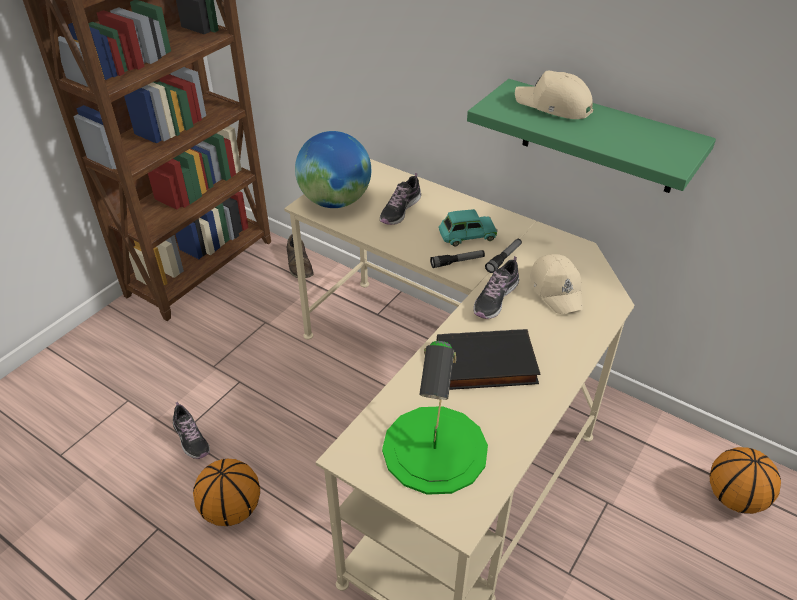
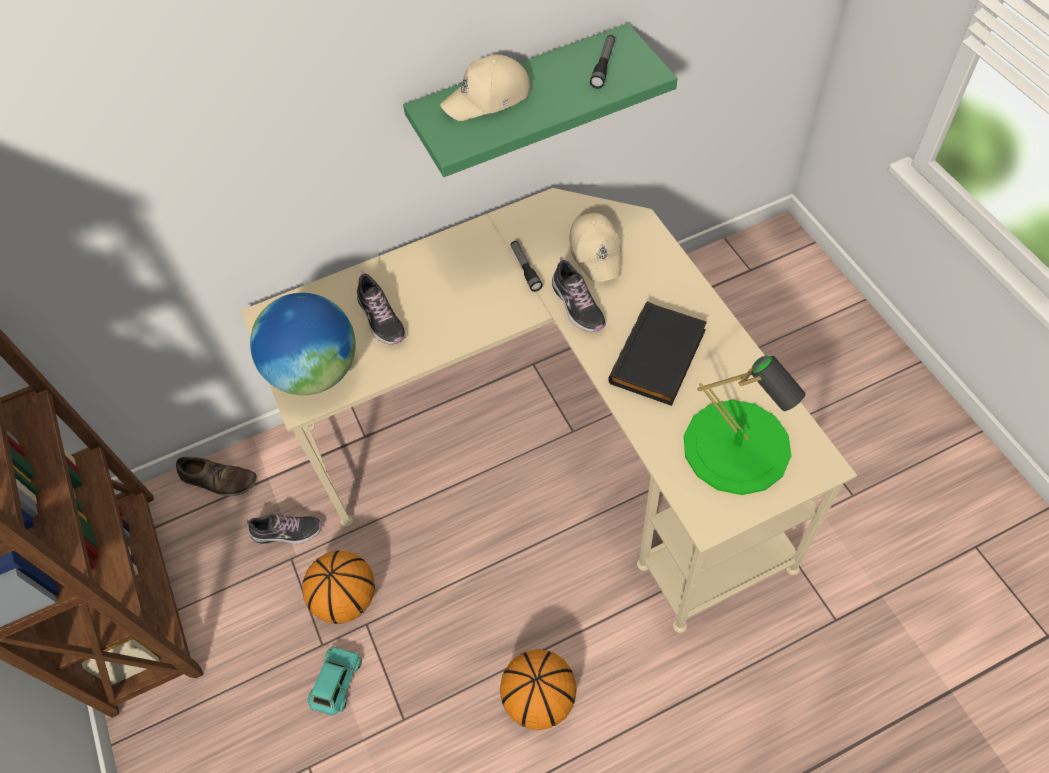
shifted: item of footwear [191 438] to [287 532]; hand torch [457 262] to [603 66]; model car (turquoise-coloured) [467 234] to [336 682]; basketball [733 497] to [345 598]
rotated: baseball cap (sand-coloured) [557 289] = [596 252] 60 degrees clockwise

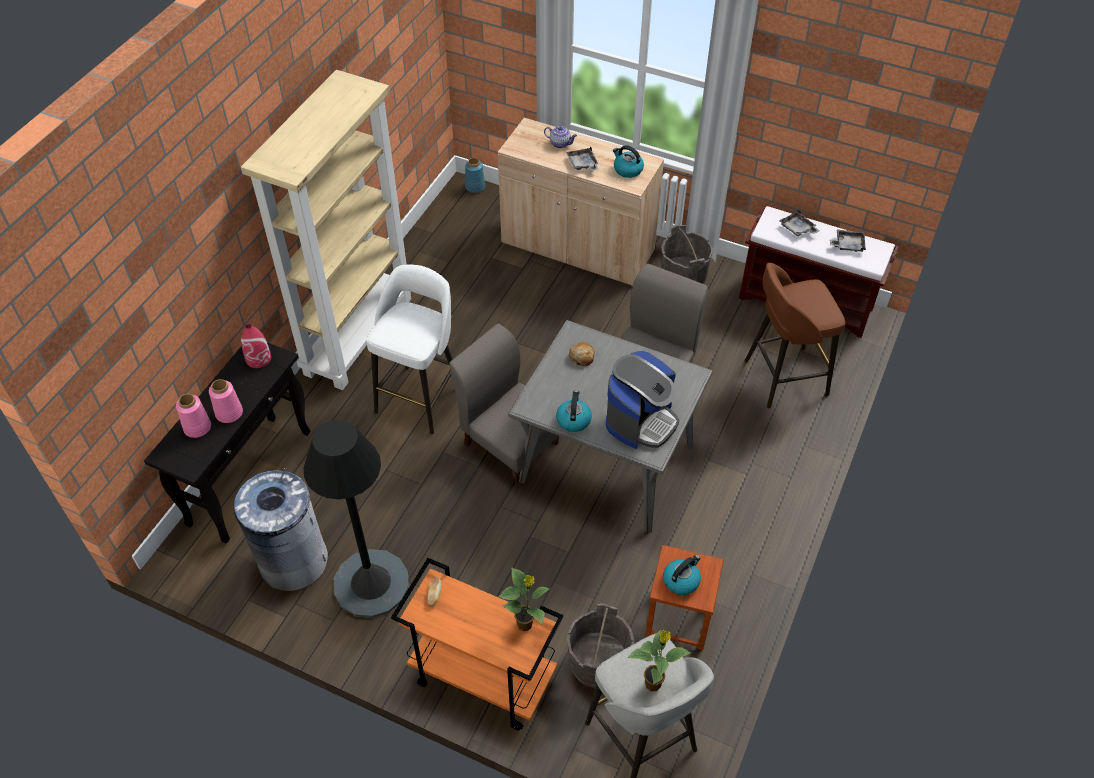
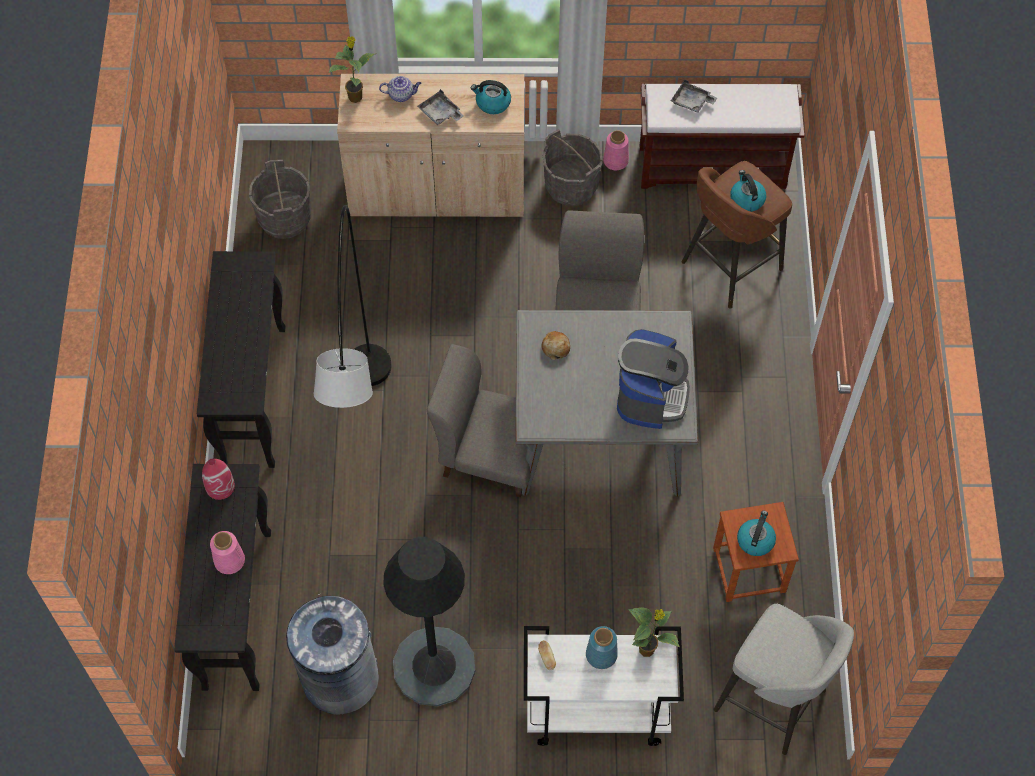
gone: carrying tray (grey) [847 245]
shifted: decorative vase (pinkish) [197 428] to [615 161]; decorative vase (blue) [474 187] to [601 655]; tea kettle [573 419] to [746 199]; pail (grey) [598 664] to [284 218]; houseplant [653 683] to [355 96]
swapped: shelving unit (sand-coloured) [358 334] to hall table (black) [253 395]; sitting stool (whitish) [420 397] to floor lamp (grey) [366 442]
repainted: wheeled cart (orange-coloured) [482 678] to wheeled cart (whitish) [595 712]

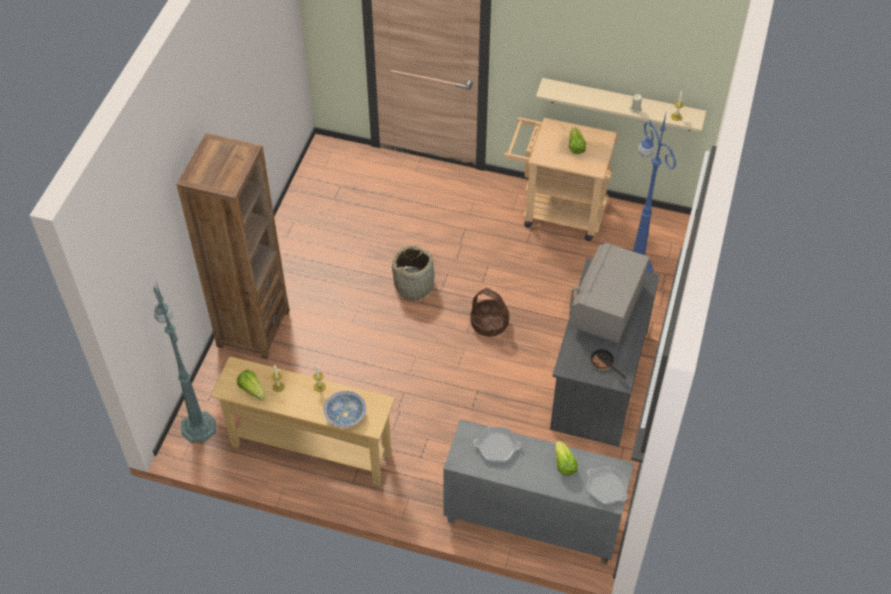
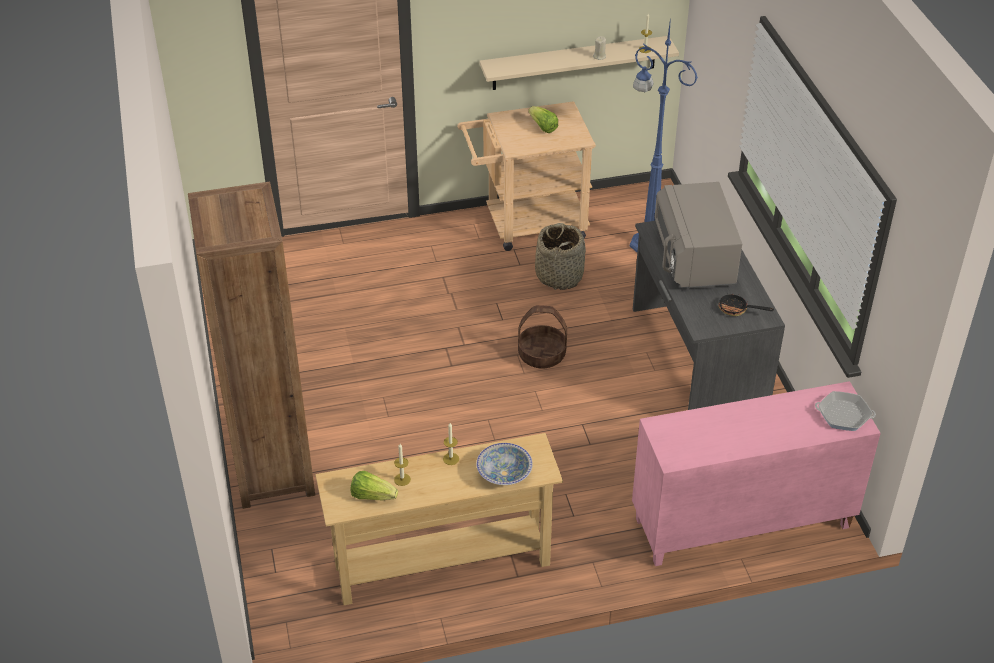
gone: floor lamp (greenish) [198 425]; skillet [496 446]; head of lettuce [564 464]
shifted: storage basket [414 285] to [559 275]
repainted: cupboard (grey) [531 522] to cupboard (pinkish) [741 524]

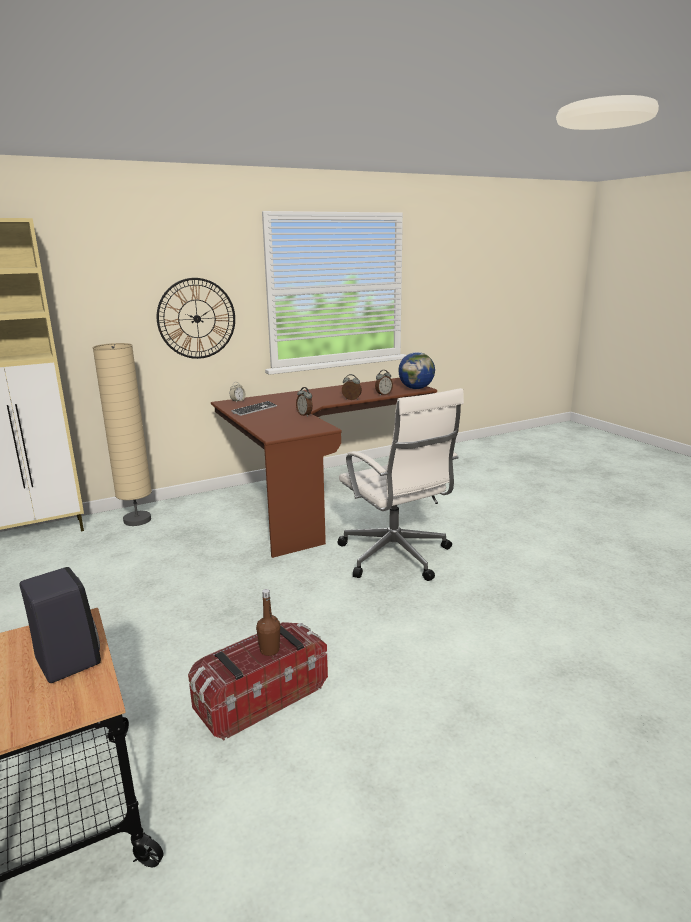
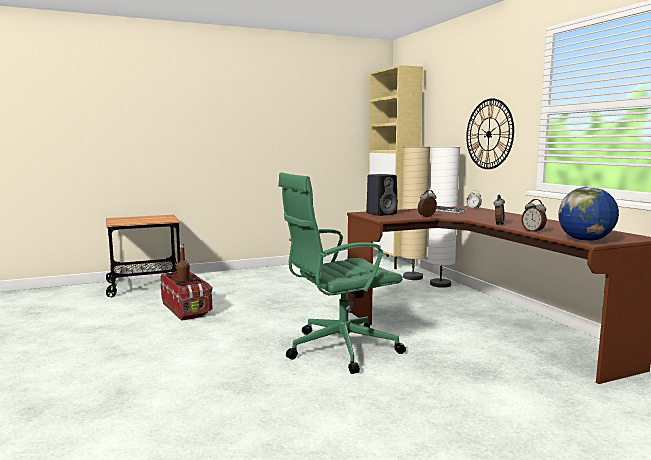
new: floor lamp (whitish) [440 284]
shifted: speaker (black) [66 660] to [382 213]
repainted: desk chair (whitish) [396 557] to desk chair (greenish) [339 349]

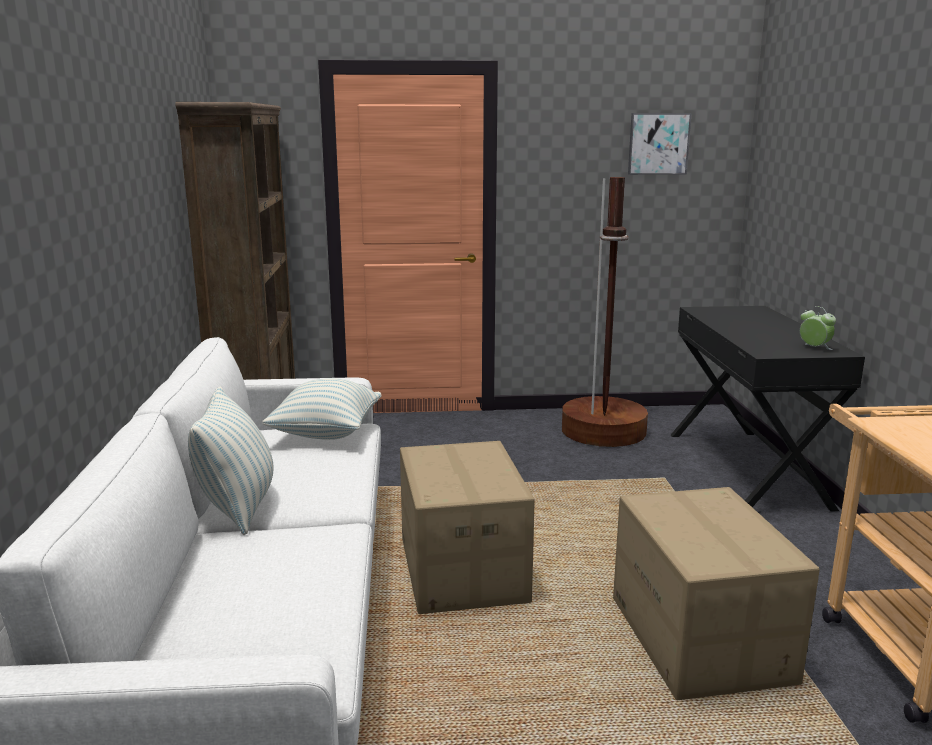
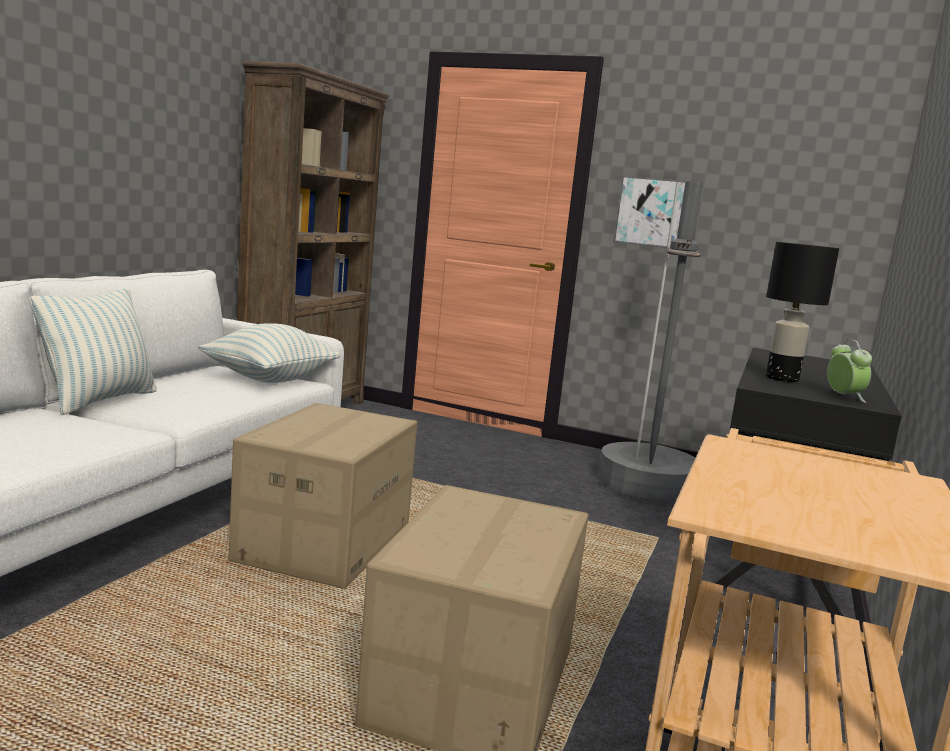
new: table lamp (black) [782 378]
shifted: wall picture [658 144] to [651 212]
repainted: floor lamp (brownish) [603 431] to floor lamp (grey) [647 483]

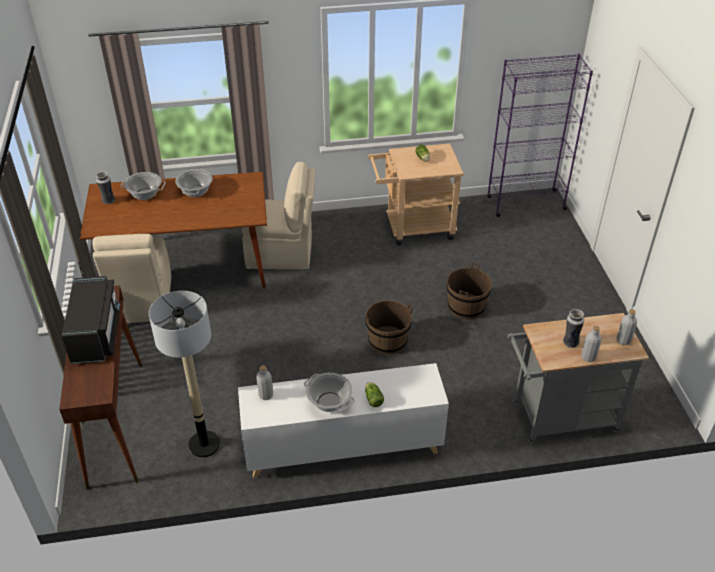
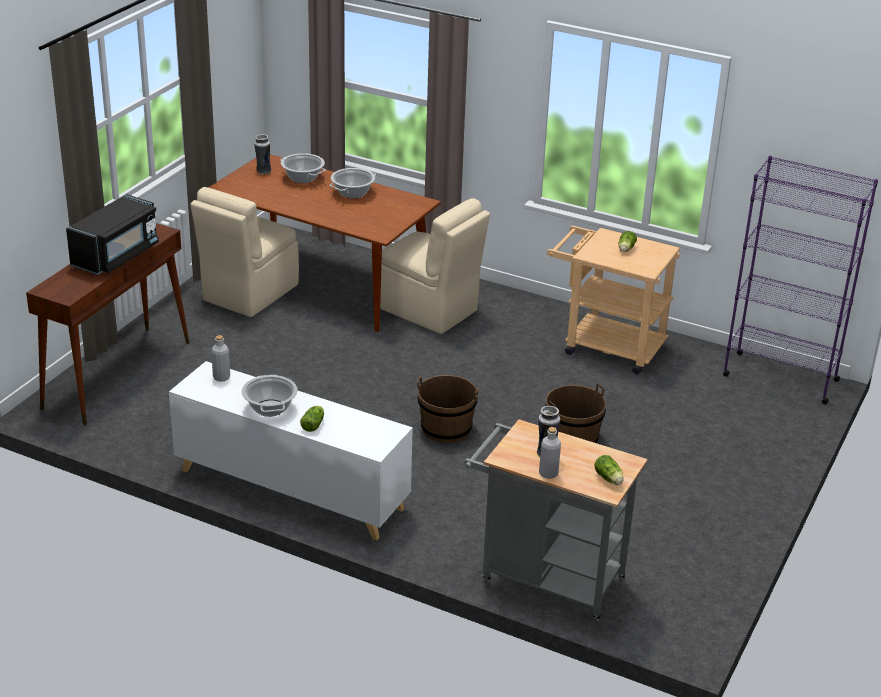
gone: floor lamp [204 444]
swapped: beverage bottle (grey) [623 340] to head of lettuce [609 479]

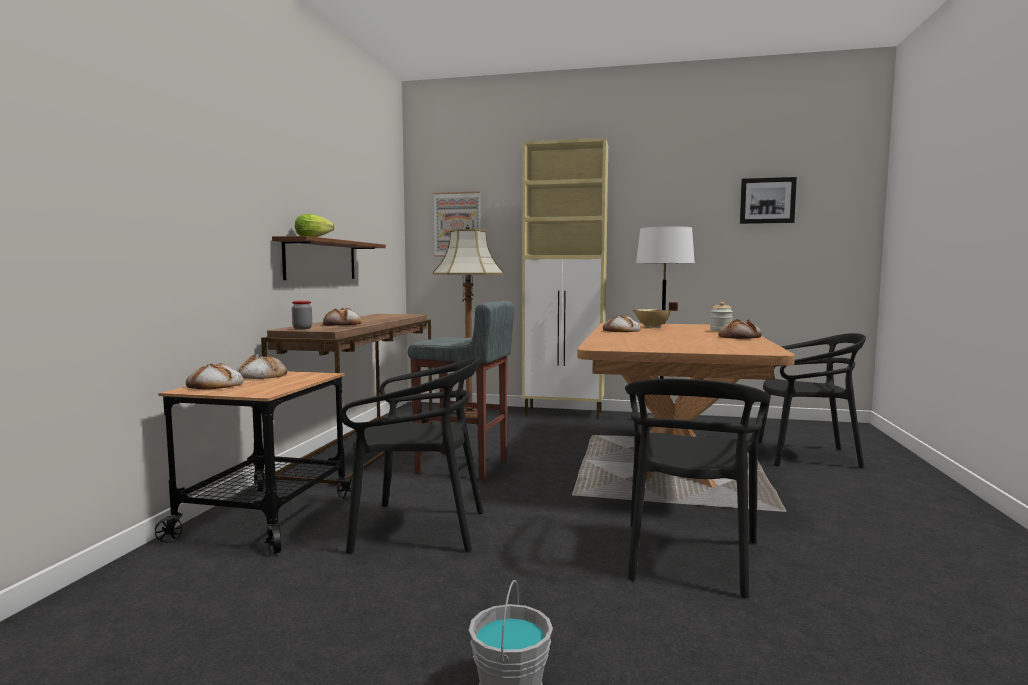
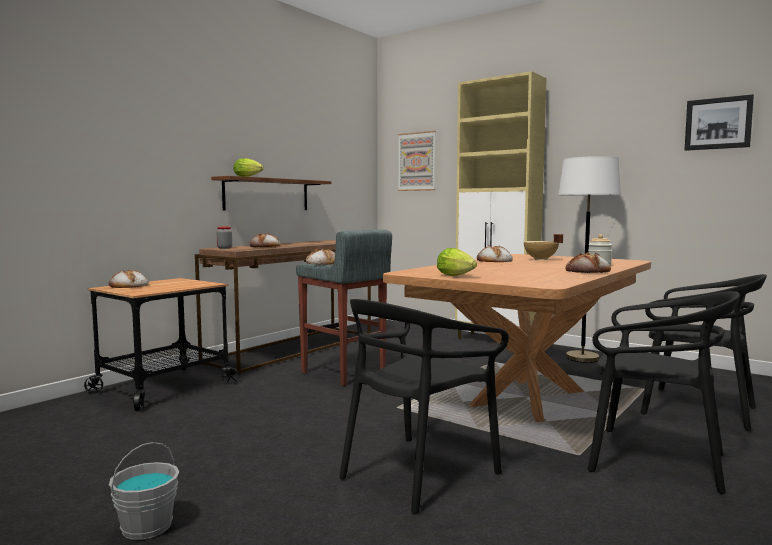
gone: floor lamp [470 414]
new: head of lettuce [457 276]
shifted: baked bread [261 375] to [322 263]; upright chair (black) [418 529] to [654 460]

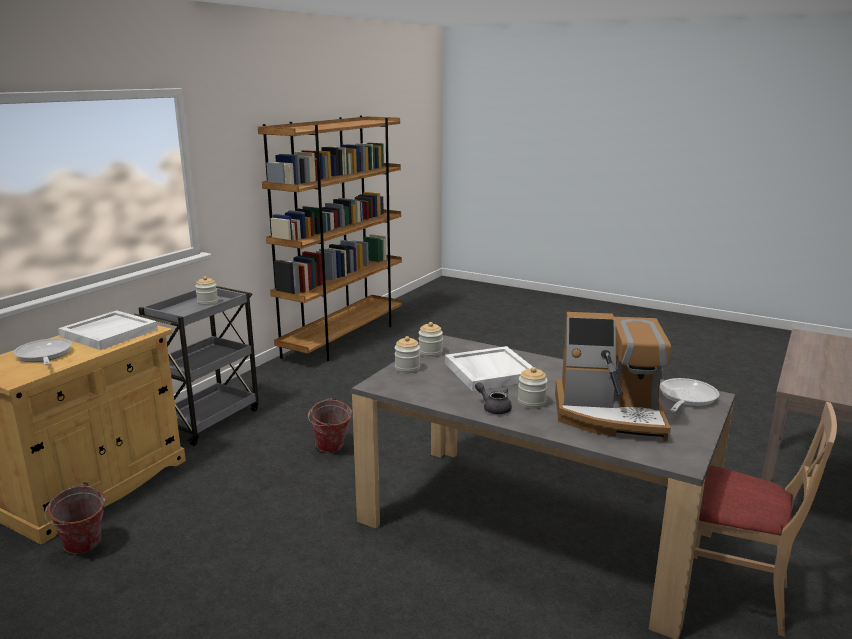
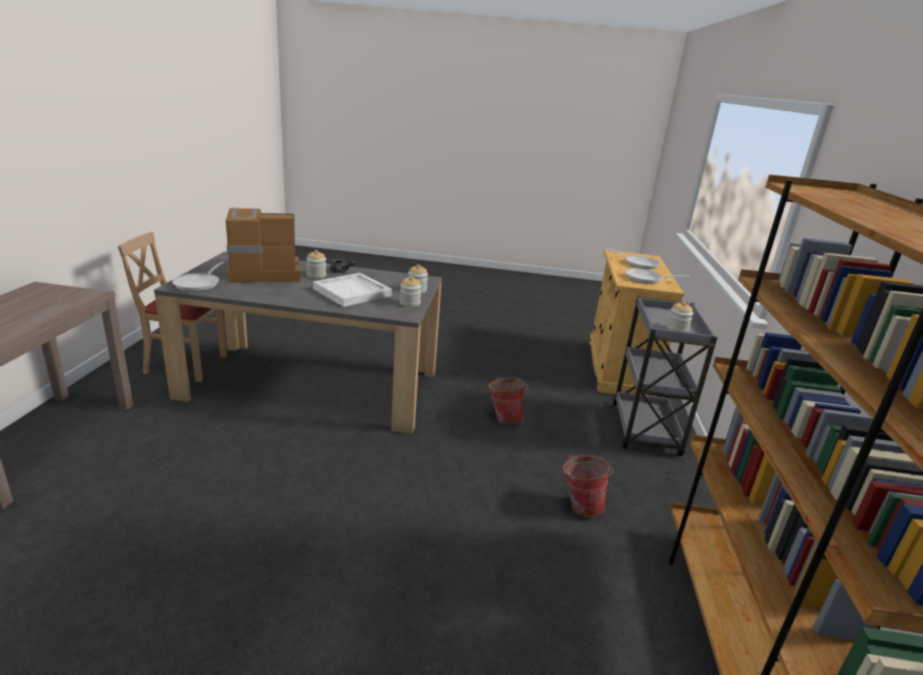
shifted: pail [83 549] to [579 505]
swapped: carrying tray (whitish) [109 333] to skillet [647 279]

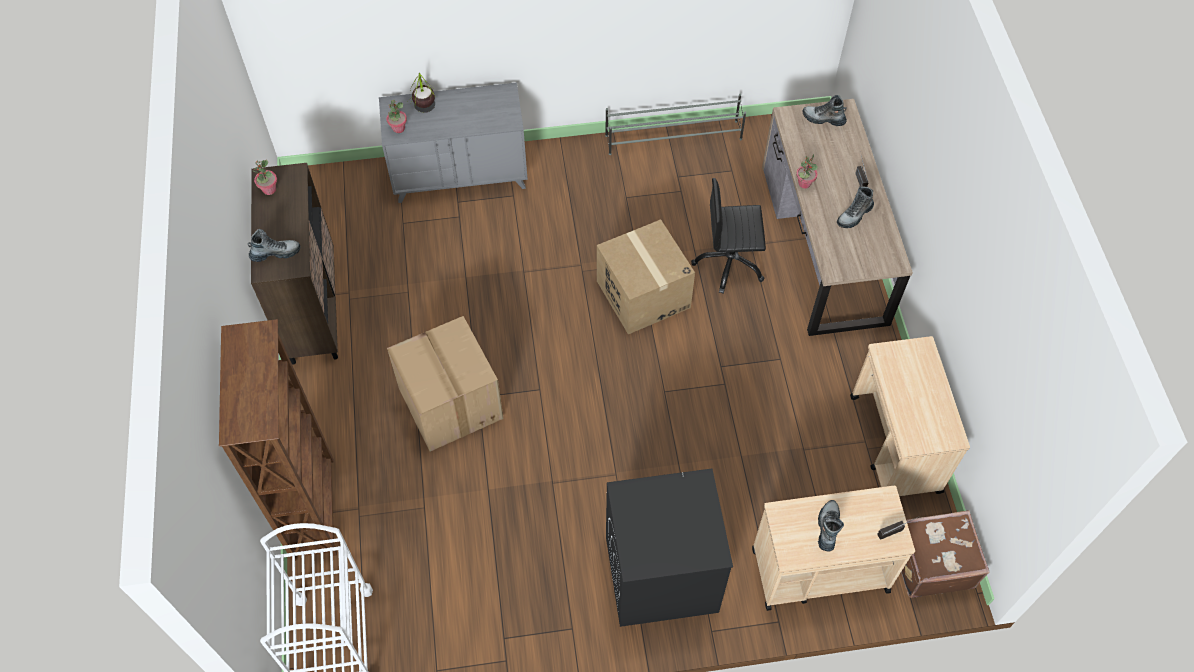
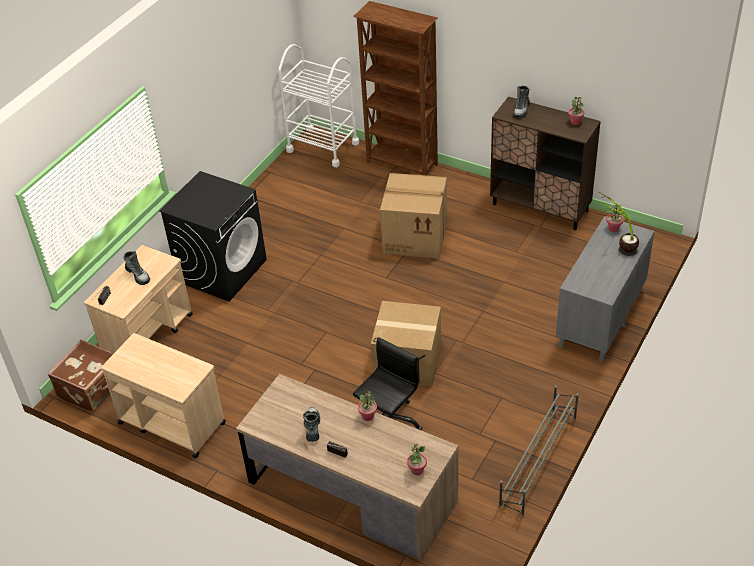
swapped: tall boot [823 119] to houseplant [417 470]

